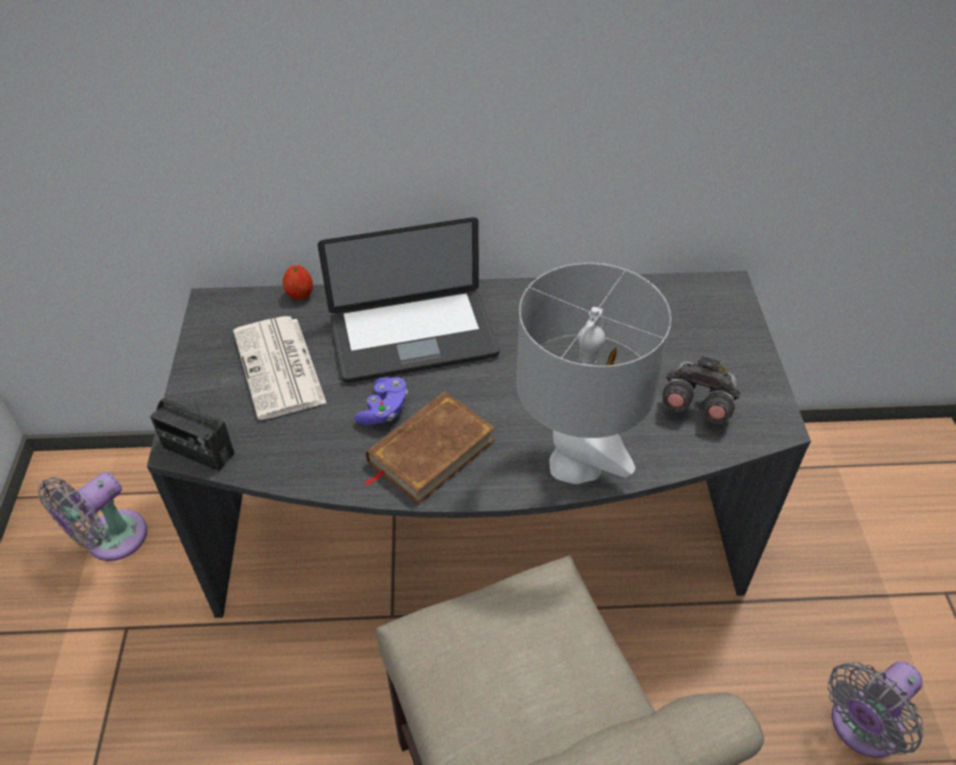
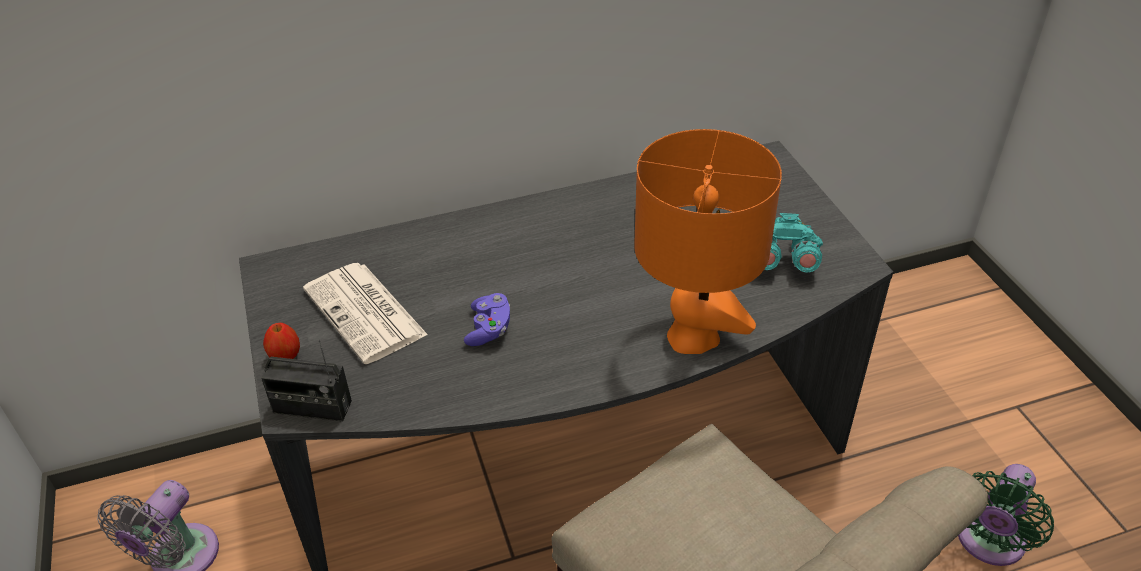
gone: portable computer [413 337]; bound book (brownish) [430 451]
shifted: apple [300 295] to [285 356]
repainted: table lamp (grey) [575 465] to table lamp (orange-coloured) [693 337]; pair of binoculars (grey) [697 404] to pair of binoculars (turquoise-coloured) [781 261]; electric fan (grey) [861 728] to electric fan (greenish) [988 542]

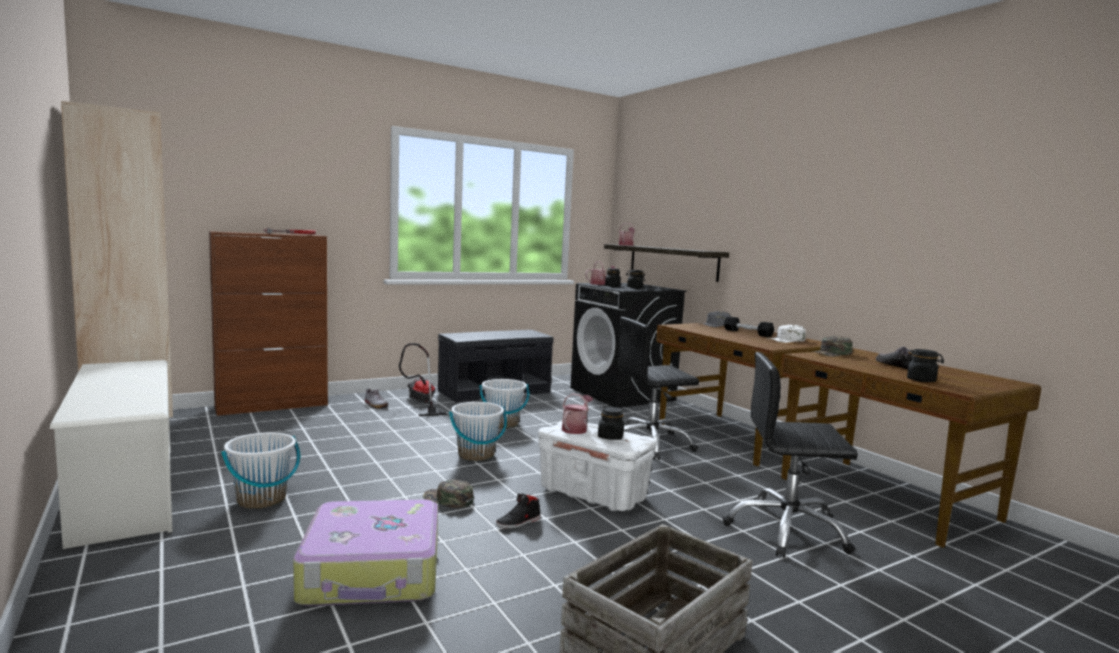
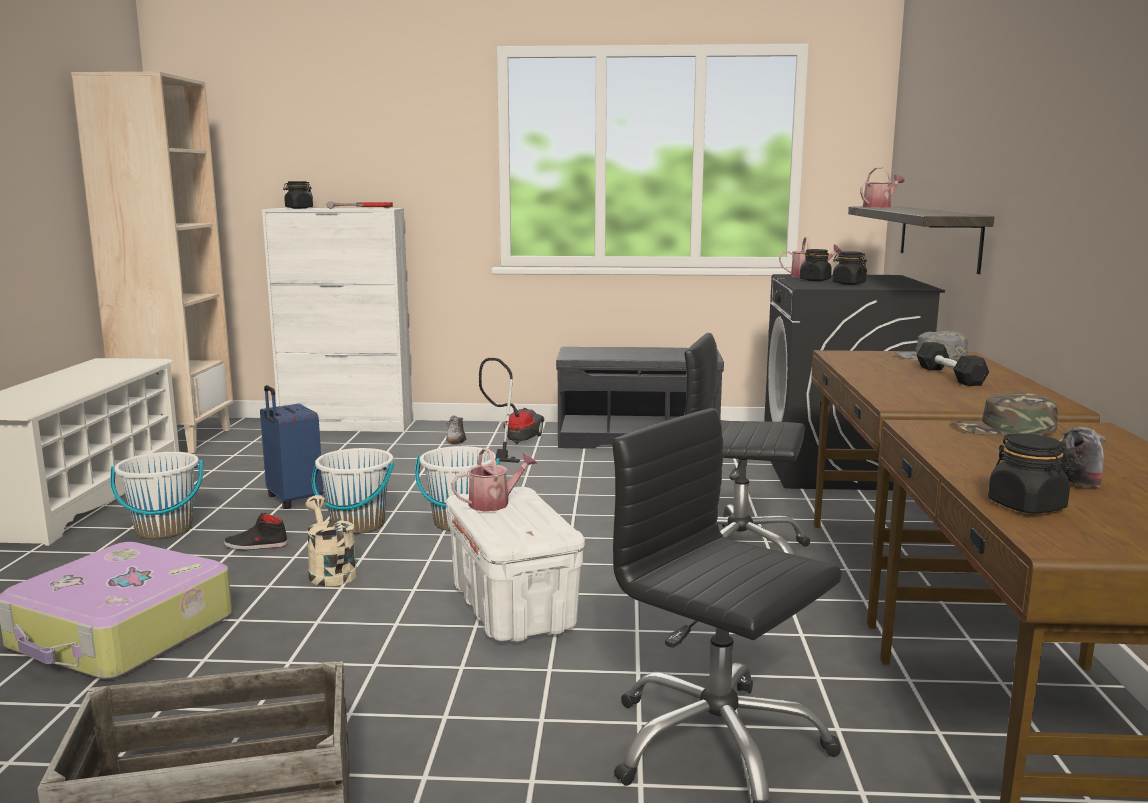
gone: baseball cap (whitish) [786 340]
new: suitcase (blue) [293 500]
shifted: pail (whitish) [502 424] to [357 525]; item of footwear (black) [518 522] to [256 546]; storage jar (black) [610 437] to [299 208]
swapped: baseball cap (greenish) [448 499] to watering can (sand-coloured) [330 572]
repainted: cupboard (brownish) [273 406] to cupboard (whitish) [347 425]

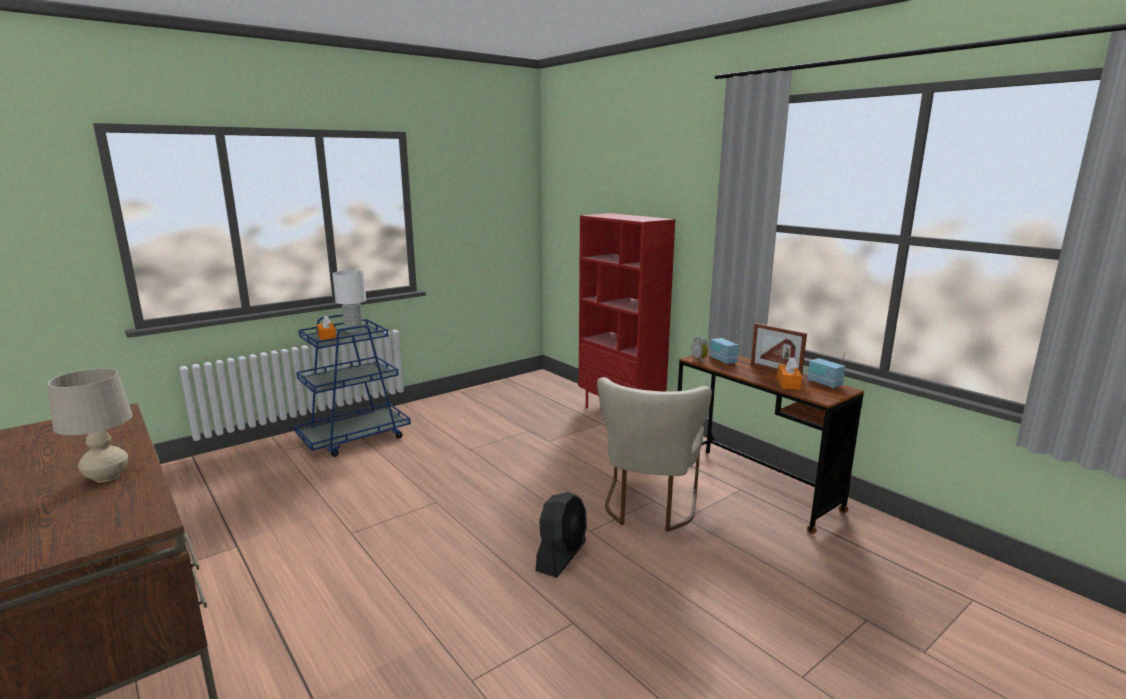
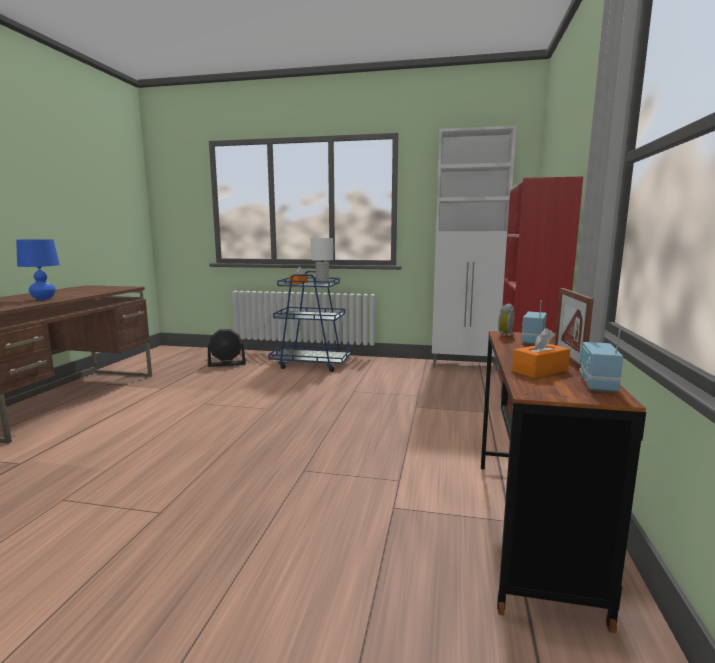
gone: upright chair (sand-coloured) [649 508]
new: cupboard (whitish) [465 366]
shifted: electric fan (black) [562 556] to [227 364]
repainted: table lamp (sand-coloured) [107 477] to table lamp (blue) [43 299]

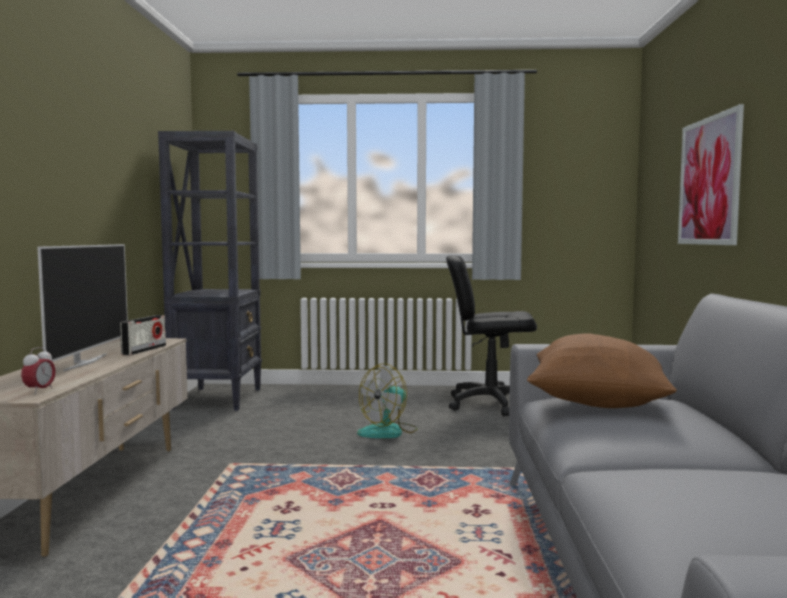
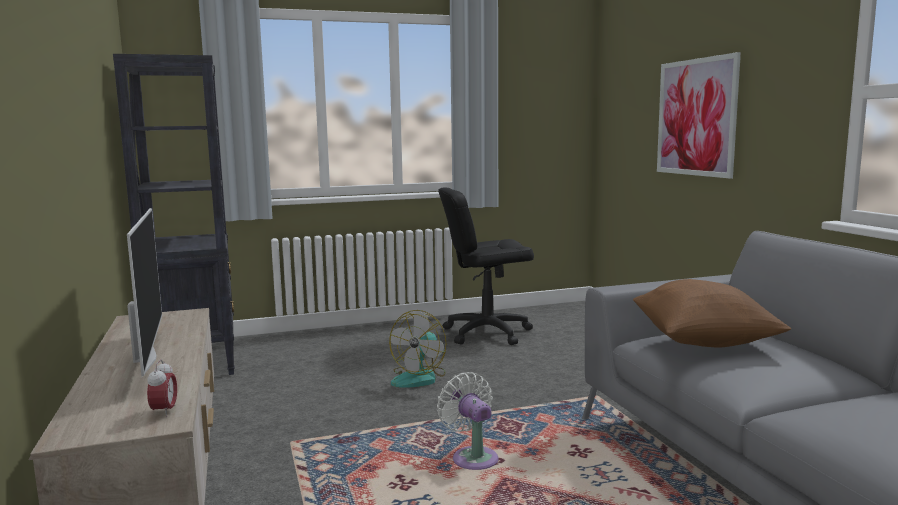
gone: radio receiver [144 350]
new: electric fan (whitish) [472 457]

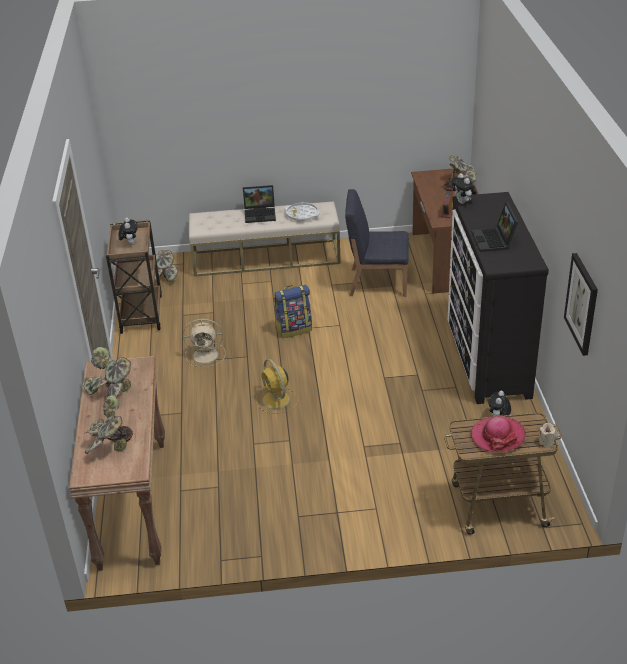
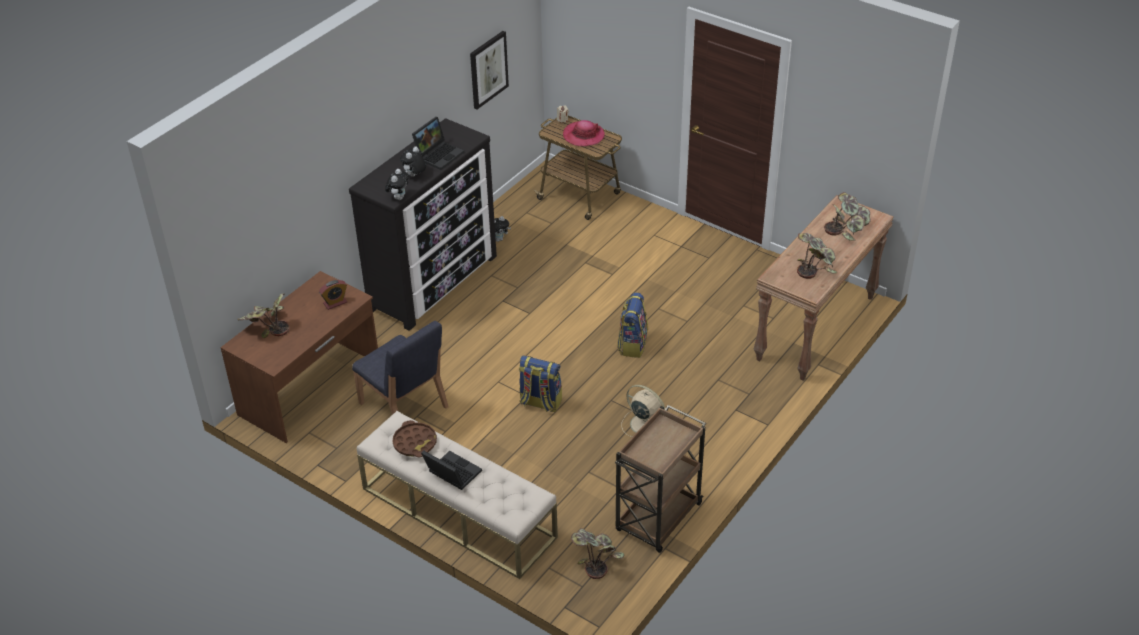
shifted: cuddly toy [130 243] to [414 176]
swapped: electric fan (yellow) [276 400] to rucksack [632 344]
repainted: carrying tray (whitish) [302 215] to carrying tray (brownish) [415 443]

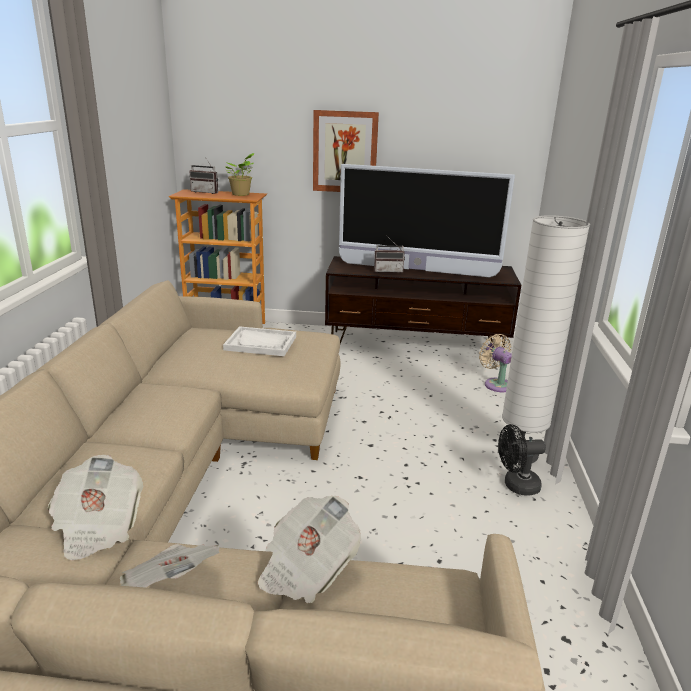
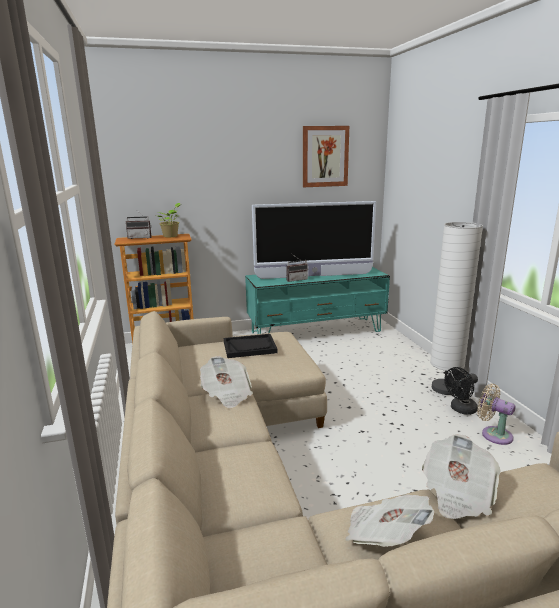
shifted: newspaper [97 526] to [227 394]; wall picture [345 152] to [325 156]; electric fan (sand-coloured) [496 384] to [493 434]
repainted: carrying tray (whitish) [261 343] to carrying tray (black) [250 347]; tv stand (brownish) [416 345] to tv stand (turquoise-coloured) [316 331]

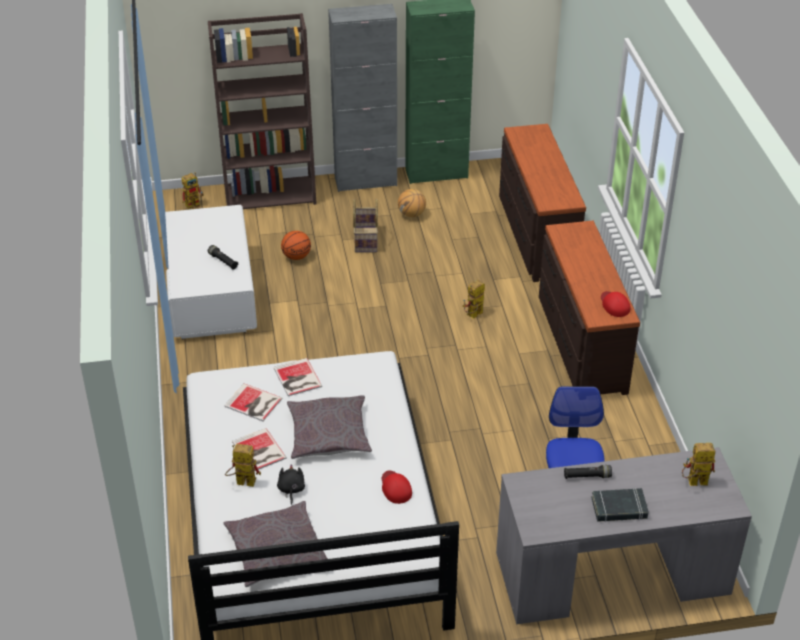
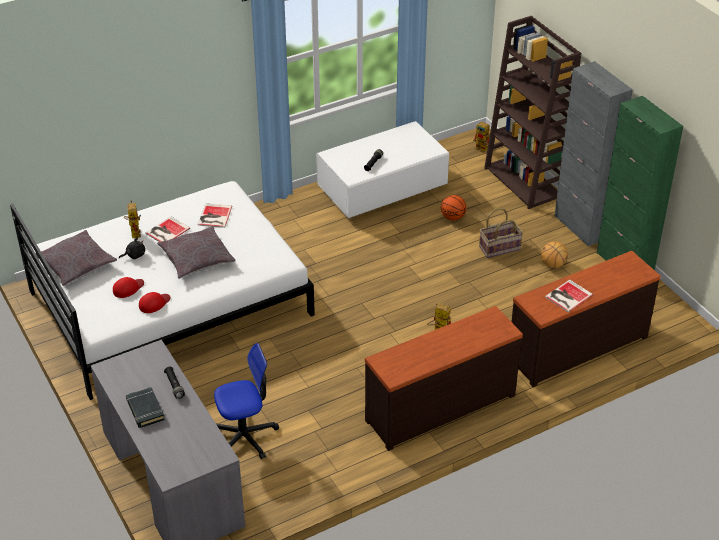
gone: toy robot [693 483]
shifted: bound book [297 378] to [567 296]; baseball cap (red-coloured) [614 305] to [128 288]

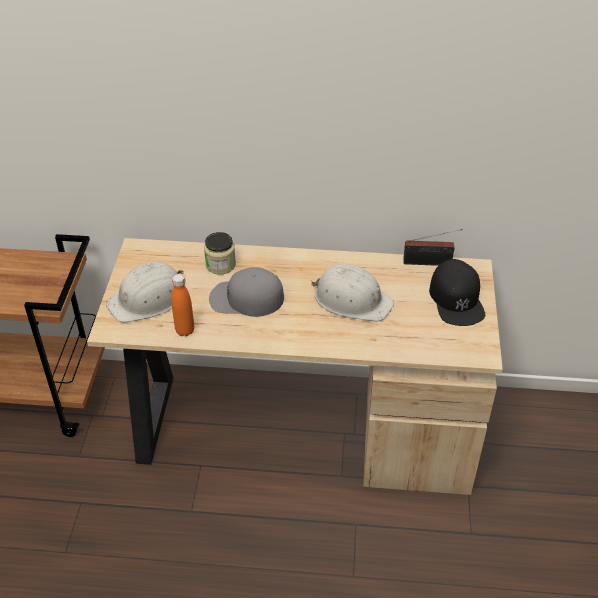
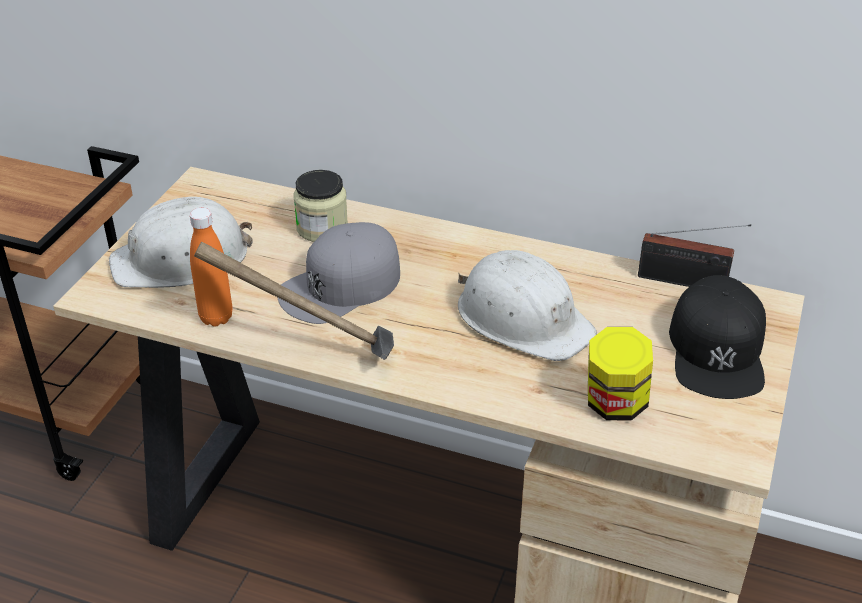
new: hammer [310 354]; storage jar [614 405]
rotated: baseball cap (grey) [246 298] = [341 286] 60 degrees counterclockwise

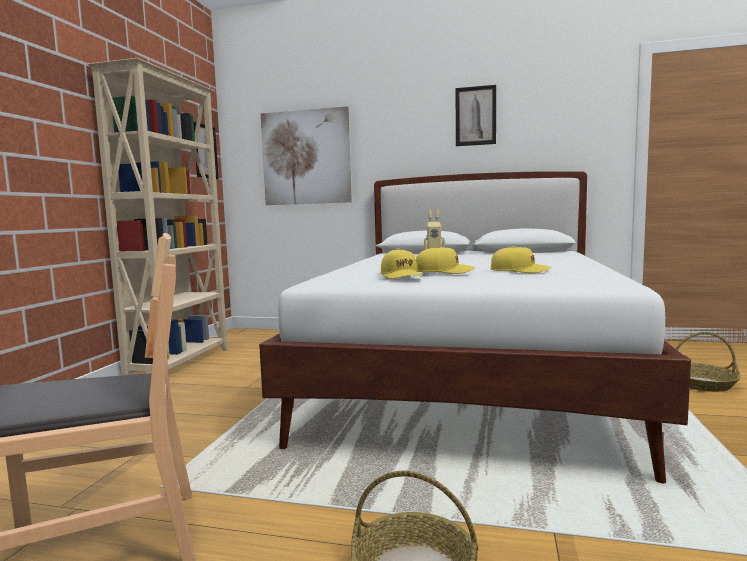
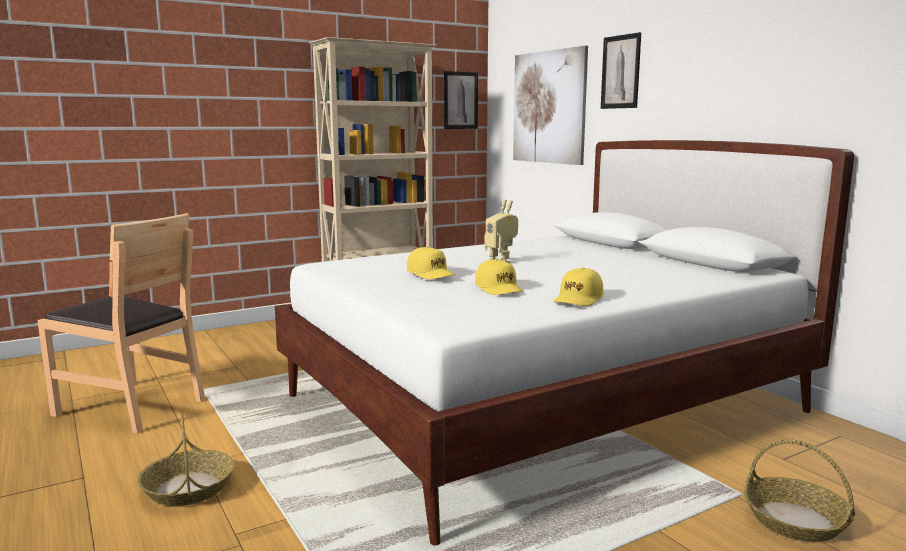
shifted: baseball cap (yellow) [401 276] to [578 299]; wall picture [475 116] to [620 72]

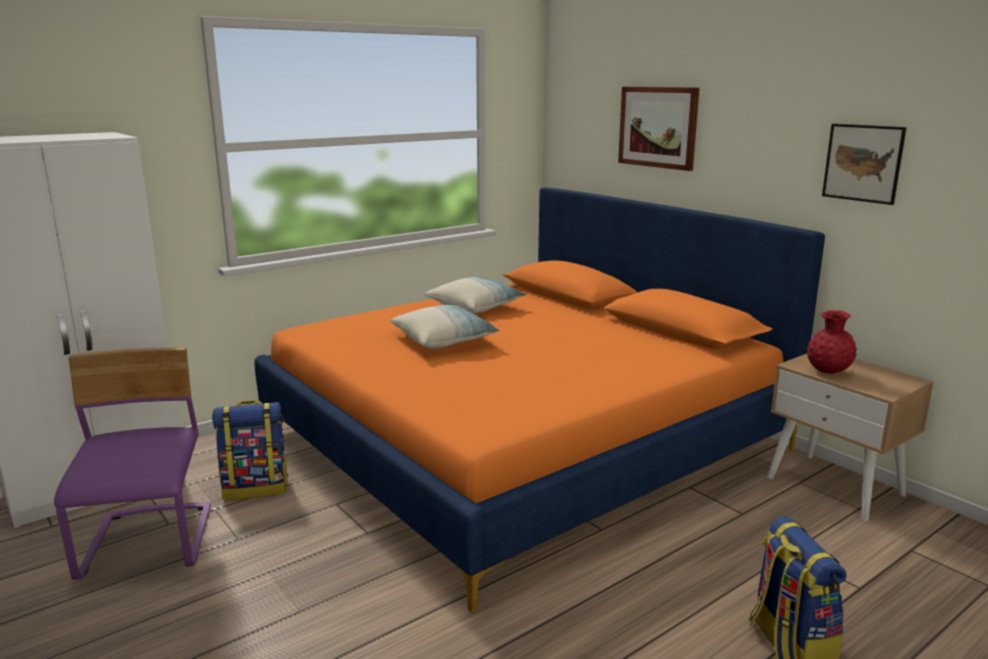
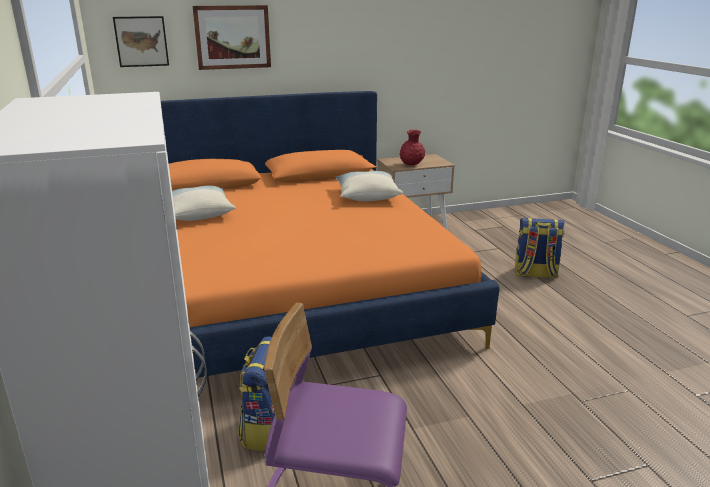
shifted: pillow [444 340] to [367 196]; wall picture [863 163] to [141 41]

